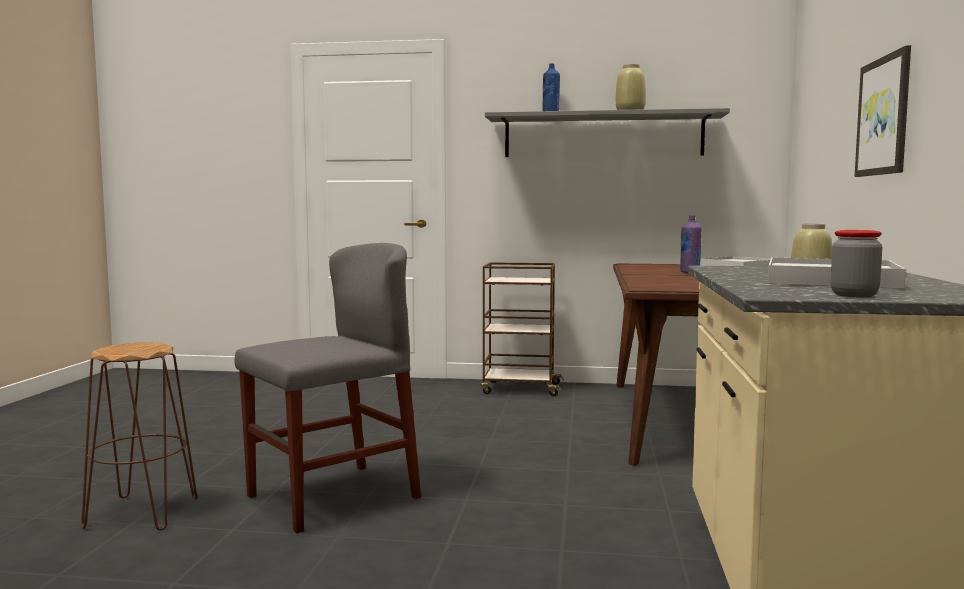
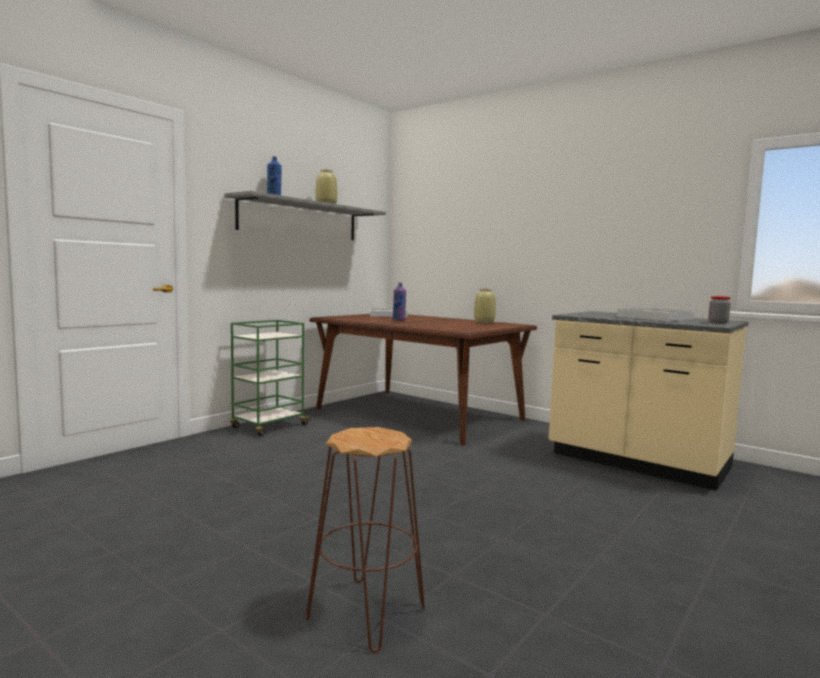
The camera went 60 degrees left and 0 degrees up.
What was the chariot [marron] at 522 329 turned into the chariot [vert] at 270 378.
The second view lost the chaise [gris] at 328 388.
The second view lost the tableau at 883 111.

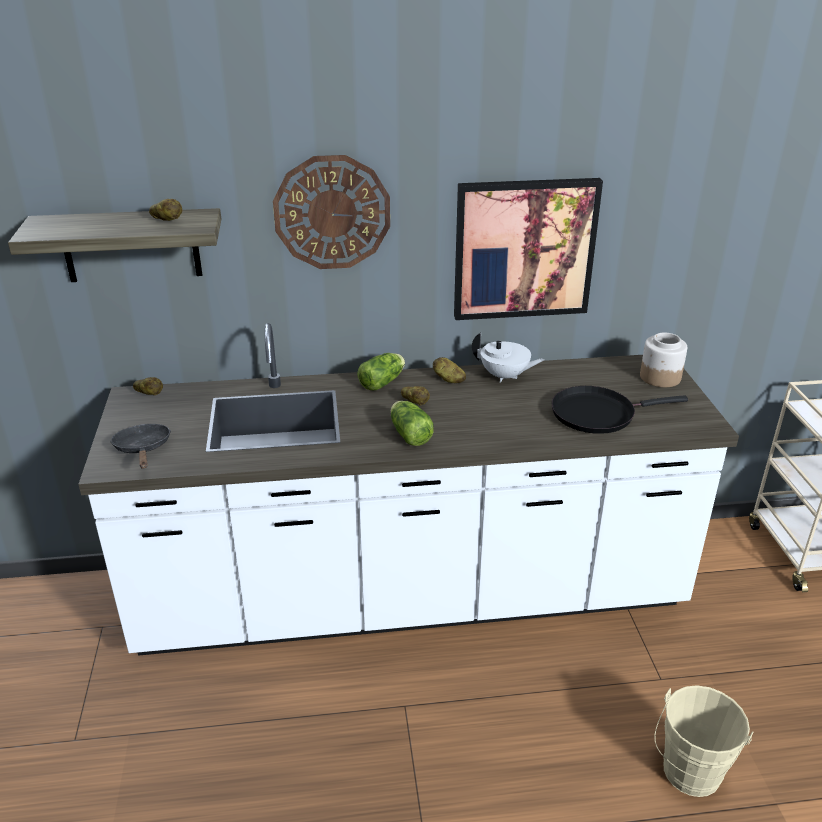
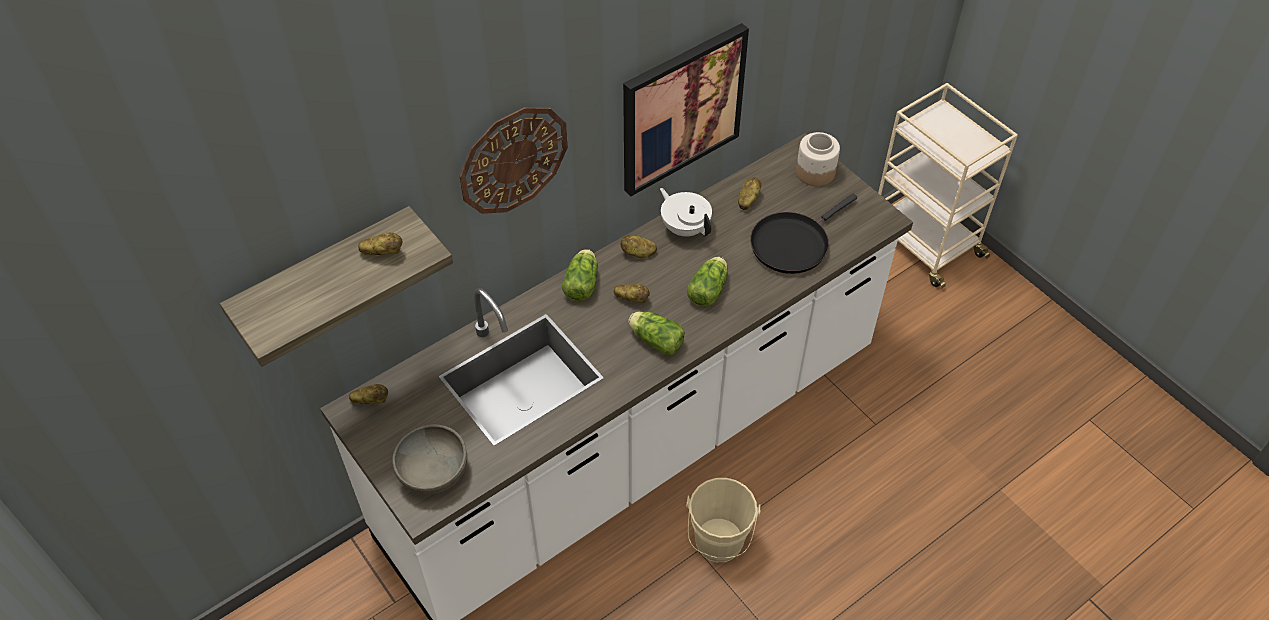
The camera went 30 degrees left and 20 degrees up.
Where the poêle [noir] stood at 140 446, the bol [gris] came to stand at 429 459.
The théière [blanc] at 508 358 ended up facing another way, 120 degrees counterclockwise from before.
The seau [beige] ended up elsewhere, having gone from 704 741 to 723 520.
The second view gained the laitue at 707 282.
The second view gained the pomme de terre at 750 193.

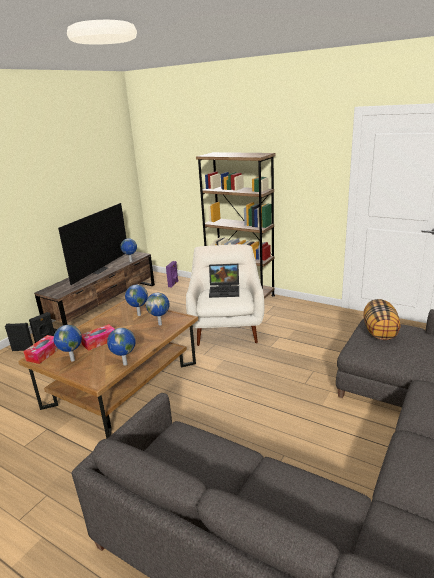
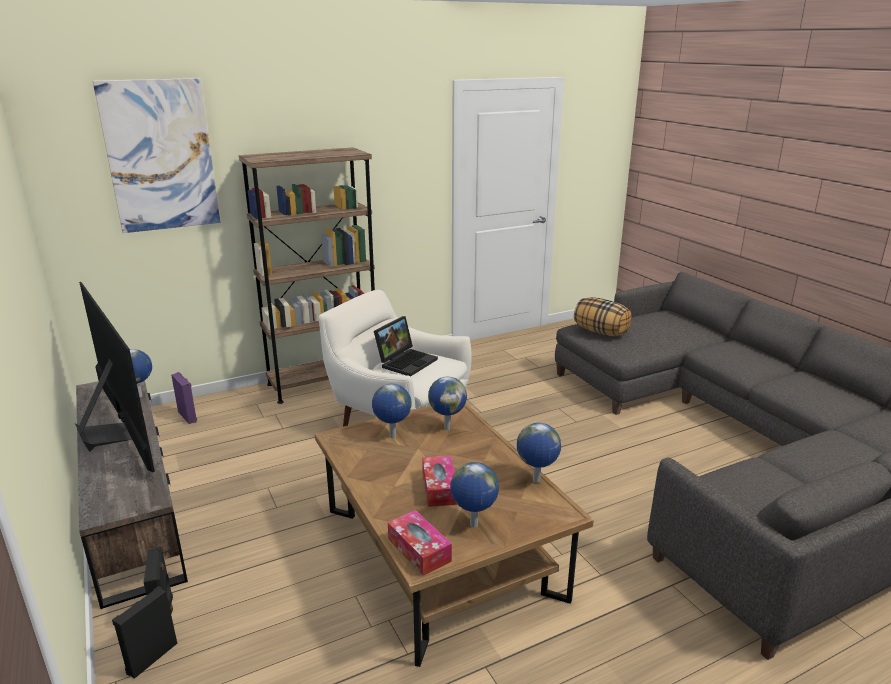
The camera went 60 degrees left and 0 degrees up.
The second view gained the tableau at 156 155.

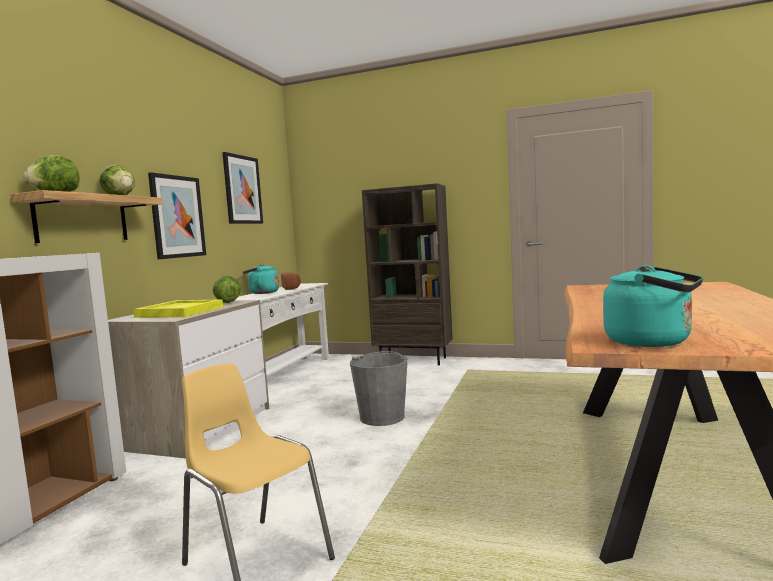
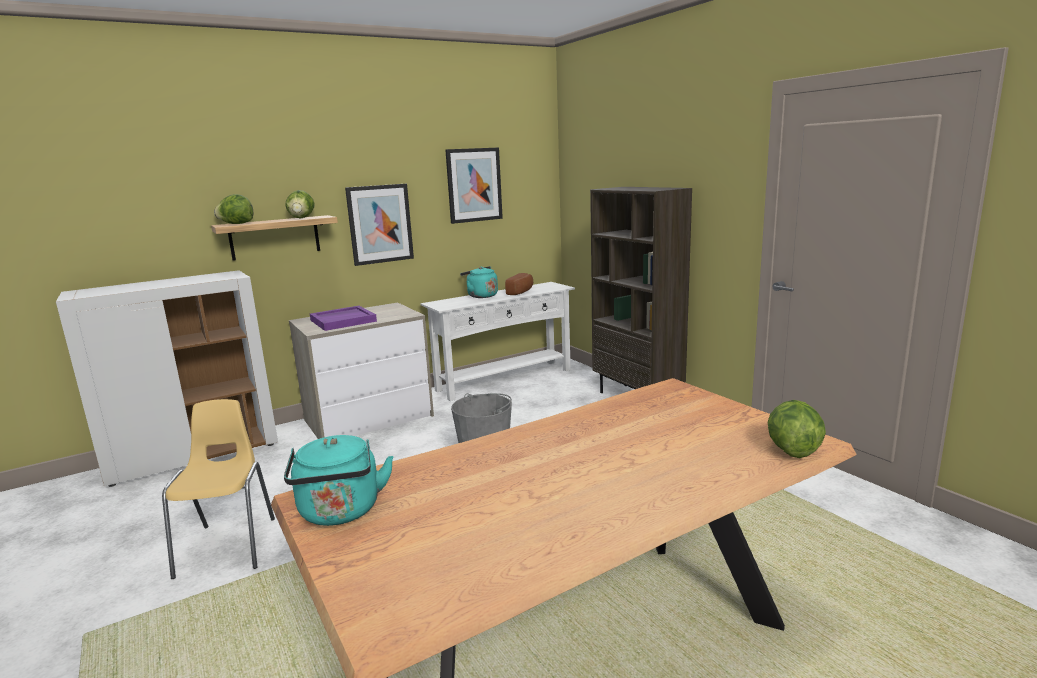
The camera went 40 degrees right and 10 degrees up.
What was the plateau [jaune] at 178 308 turned into the plateau [violet] at 343 318.
The laitue ended up elsewhere, having gone from 227 289 to 797 429.

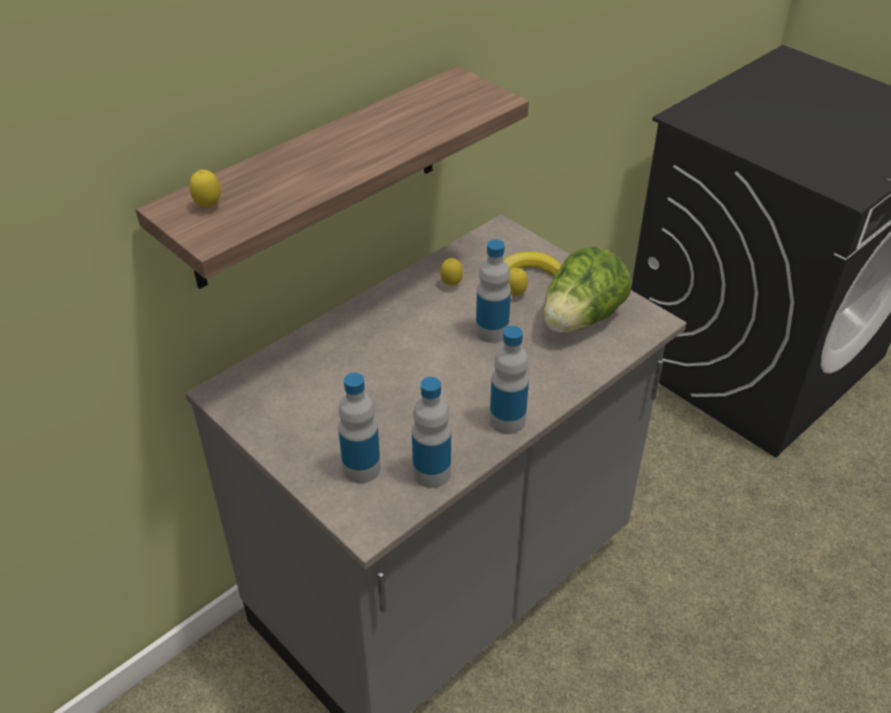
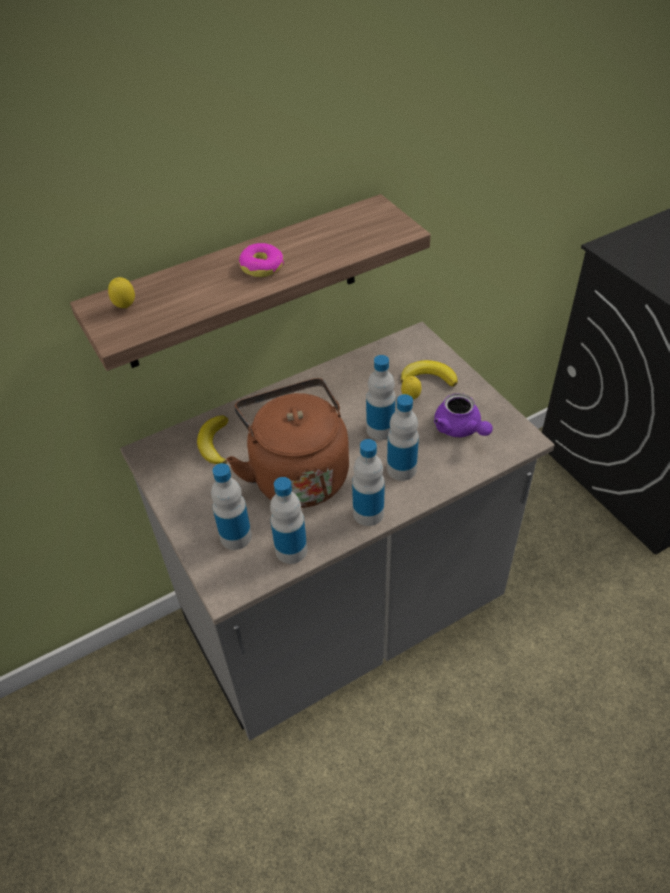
The camera went 15 degrees right and 5 degrees up.
The second view gained the banane at 212 439.
The second view gained the bouilloire [marron] at 287 443.
The second view gained the beignet at 261 260.
The second view gained the bouteille at 403 437.
Where the laitue stood at 587 290, the théière [violet] came to stand at 463 415.
The second view lost the citron at 451 272.

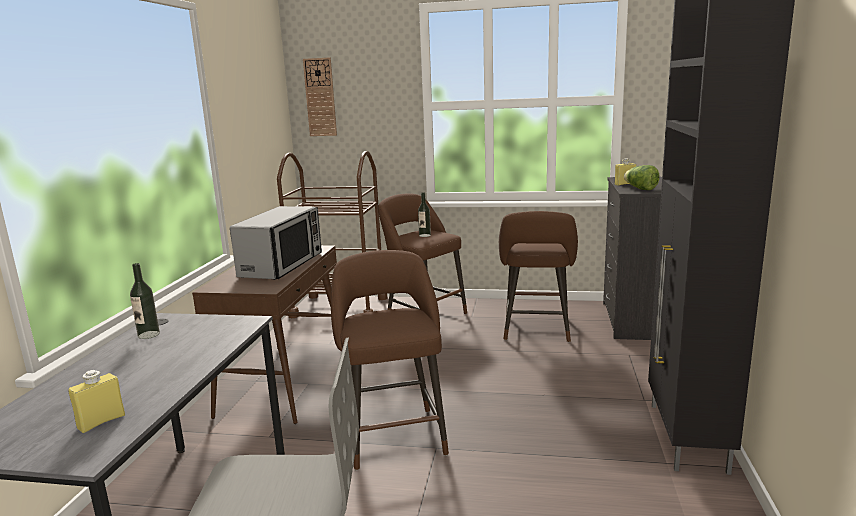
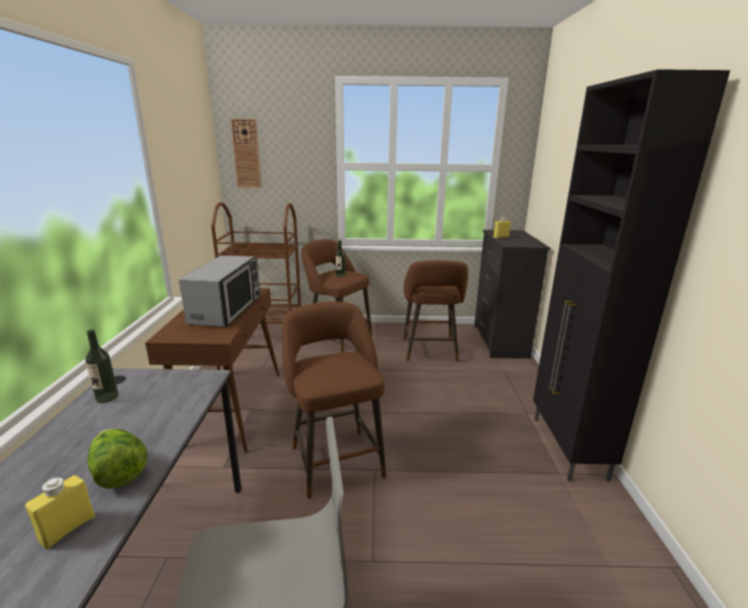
The camera went 10 degrees left and 5 degrees up.
The laitue ended up elsewhere, having gone from 642 177 to 117 459.

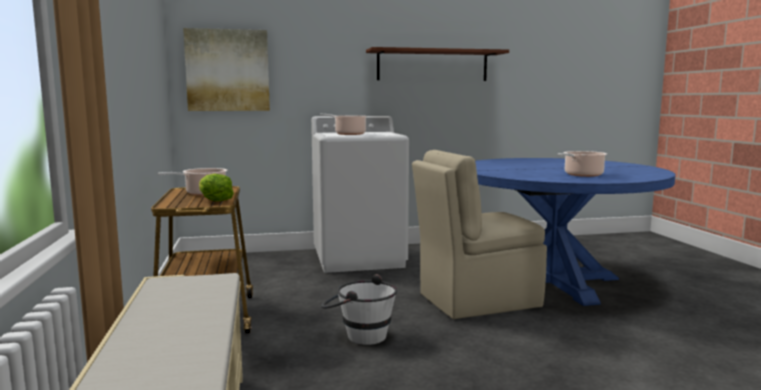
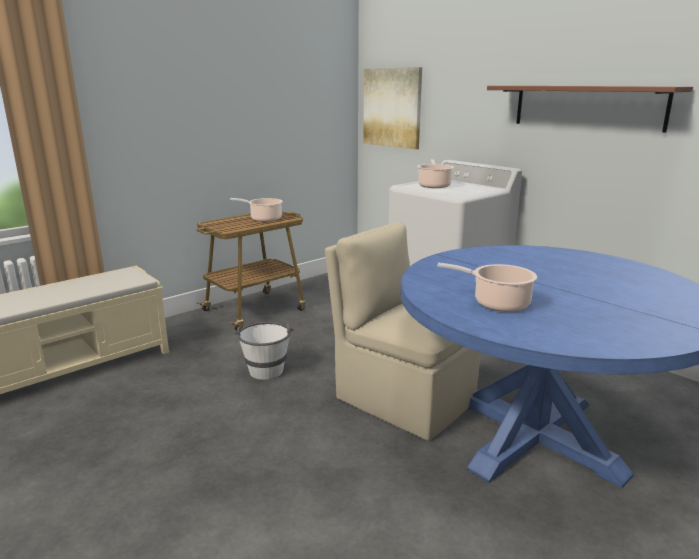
The camera went 60 degrees right and 10 degrees up.
The second view lost the laitue at 216 187.

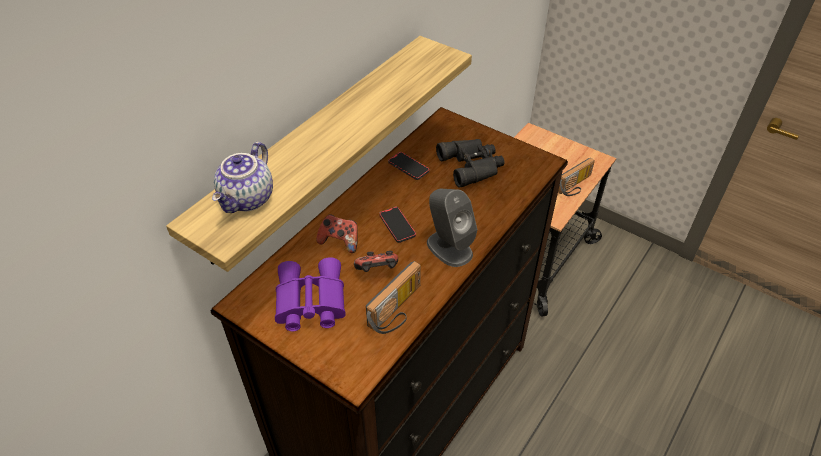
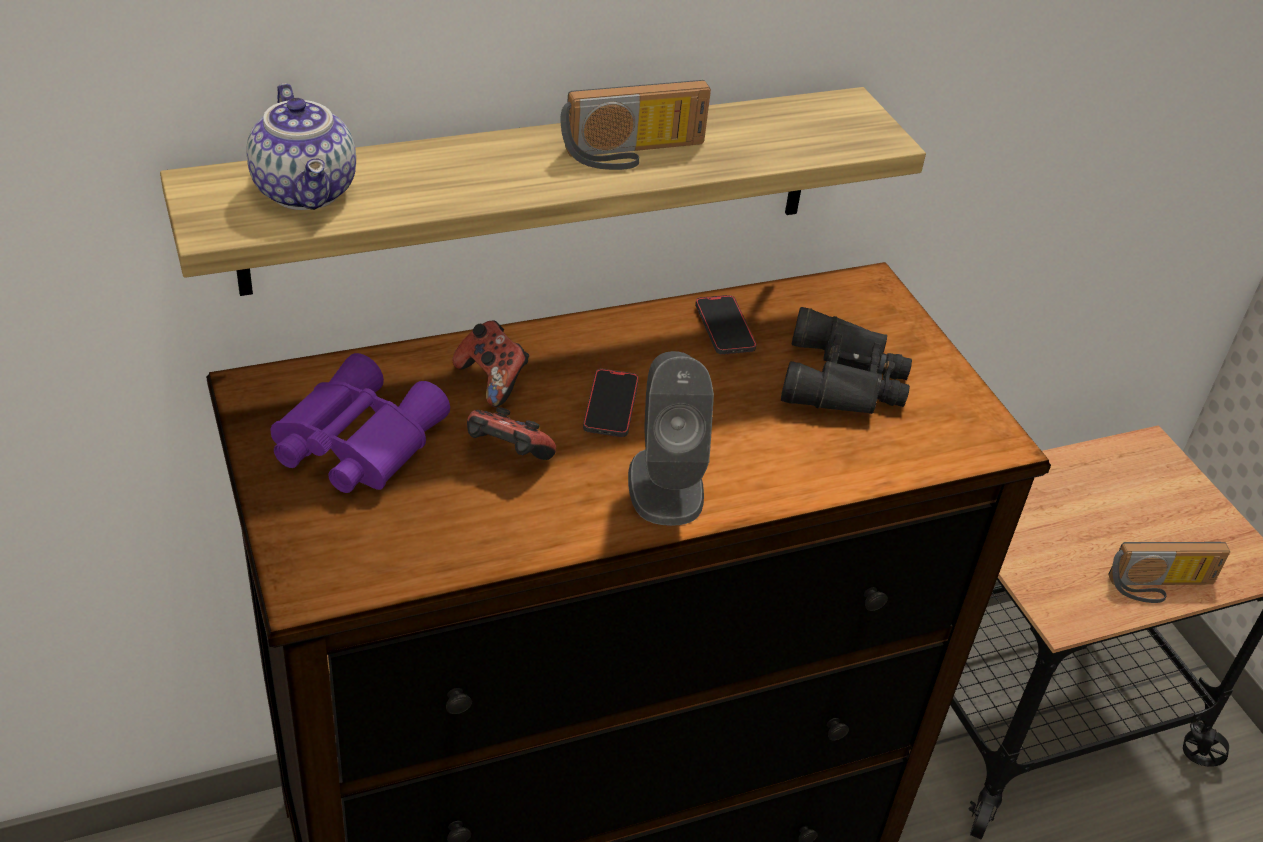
The camera went 30 degrees right and 5 degrees down.
The théière at 242 177 ended up facing another way, 75 degrees counterclockwise from before.
The radio ended up elsewhere, having gone from 393 297 to 635 125.

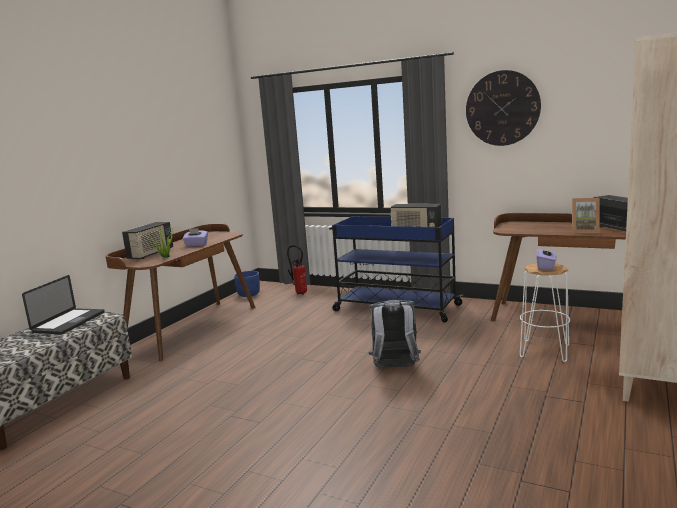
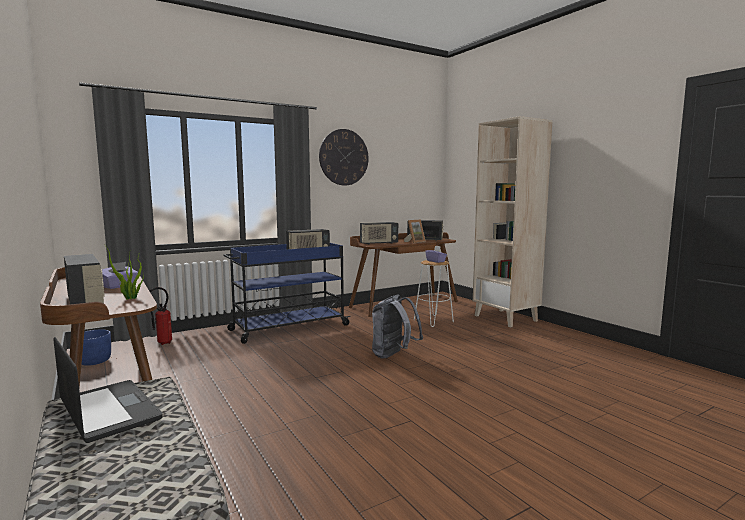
The camera went 60 degrees left and 5 degrees down.
The second view gained the radio at 379 233.

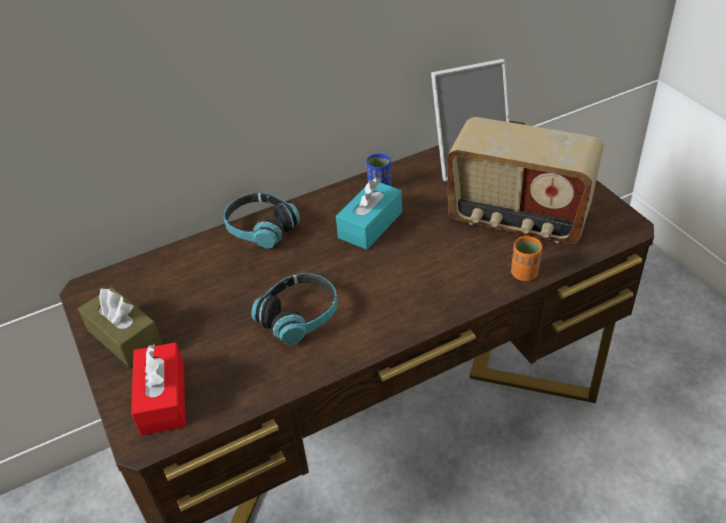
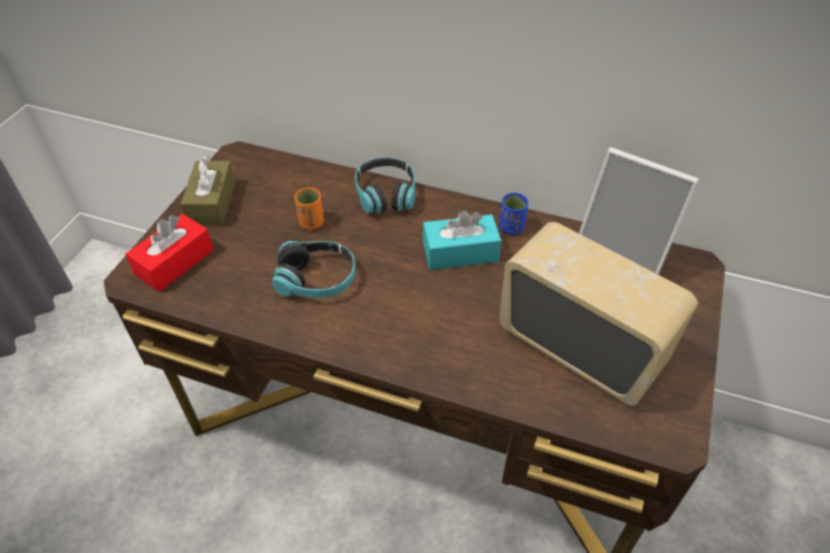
The camera went 45 degrees right and 5 degrees up.
The tasse [orange] ended up elsewhere, having gone from 526 258 to 309 208.
The radio at 525 180 ended up facing another way, 150 degrees clockwise from before.

